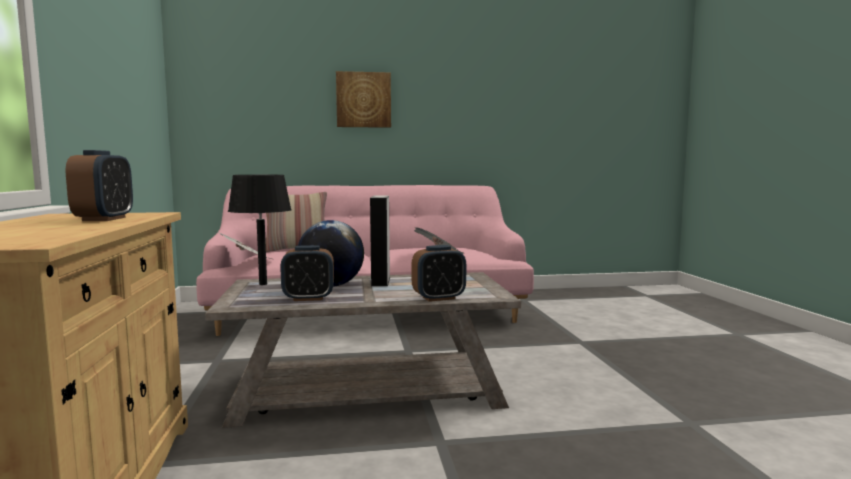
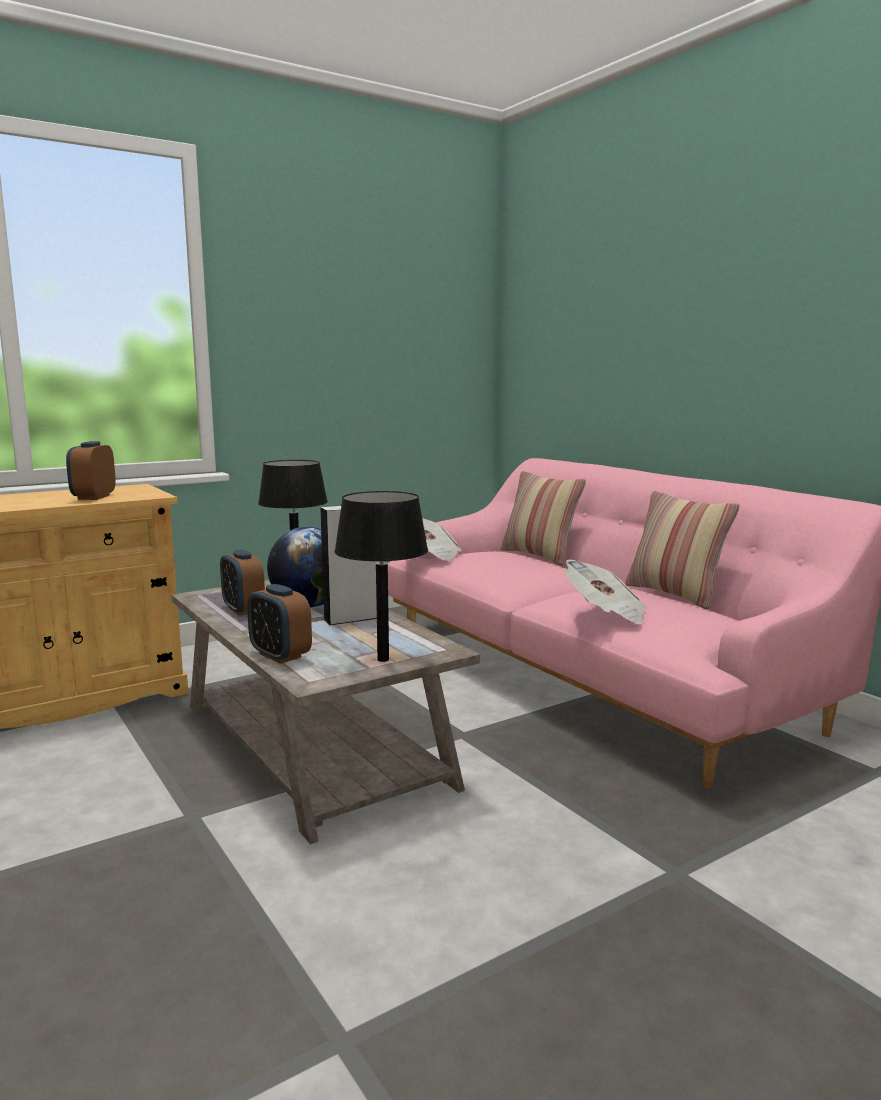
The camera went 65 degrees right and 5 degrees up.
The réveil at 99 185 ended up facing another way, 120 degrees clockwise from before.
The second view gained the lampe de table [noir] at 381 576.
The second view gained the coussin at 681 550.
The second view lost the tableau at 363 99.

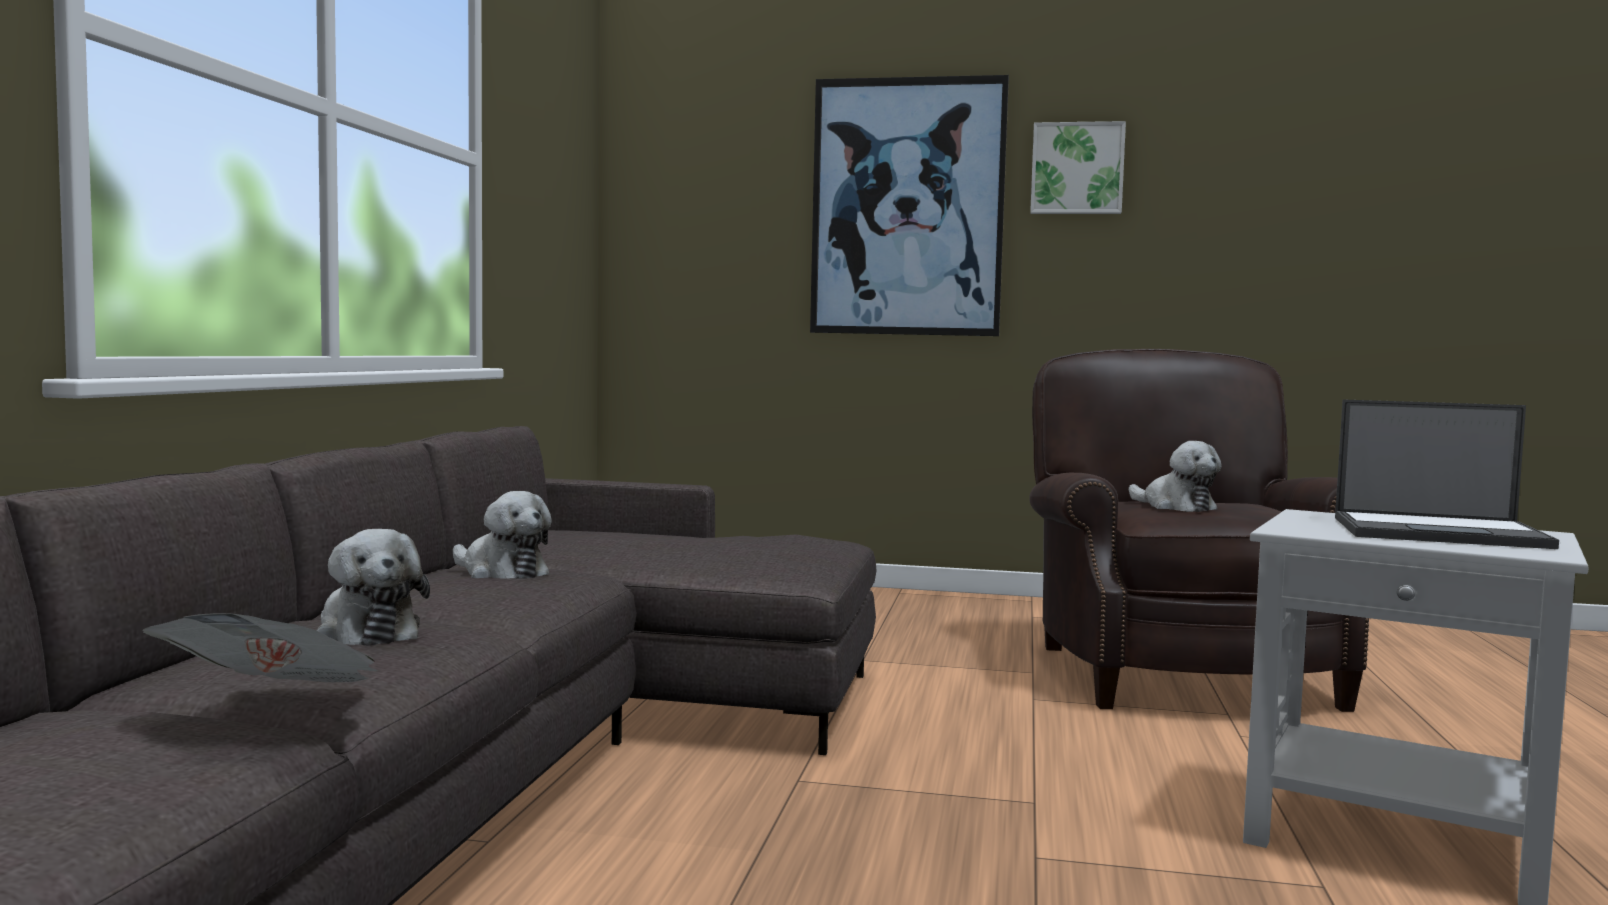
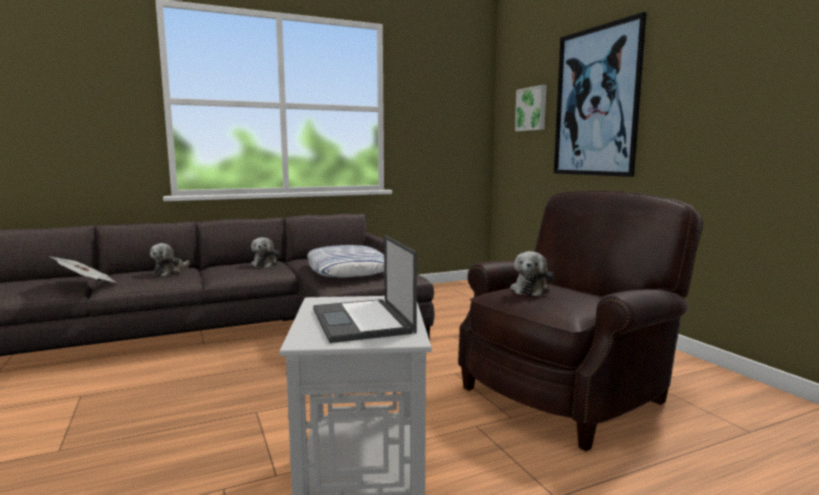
The camera went 55 degrees right and 5 degrees up.
The second view gained the coussin at 346 261.
The tableau ended up elsewhere, having gone from 1078 167 to 531 108.

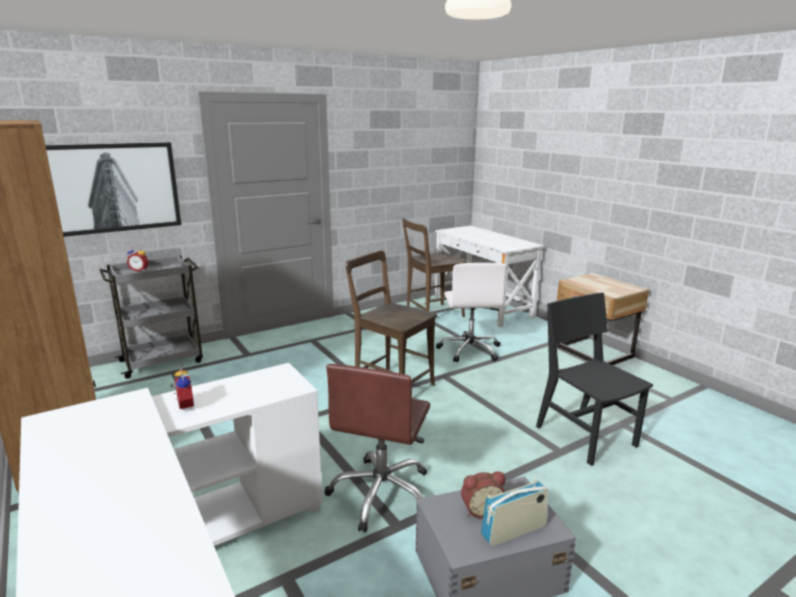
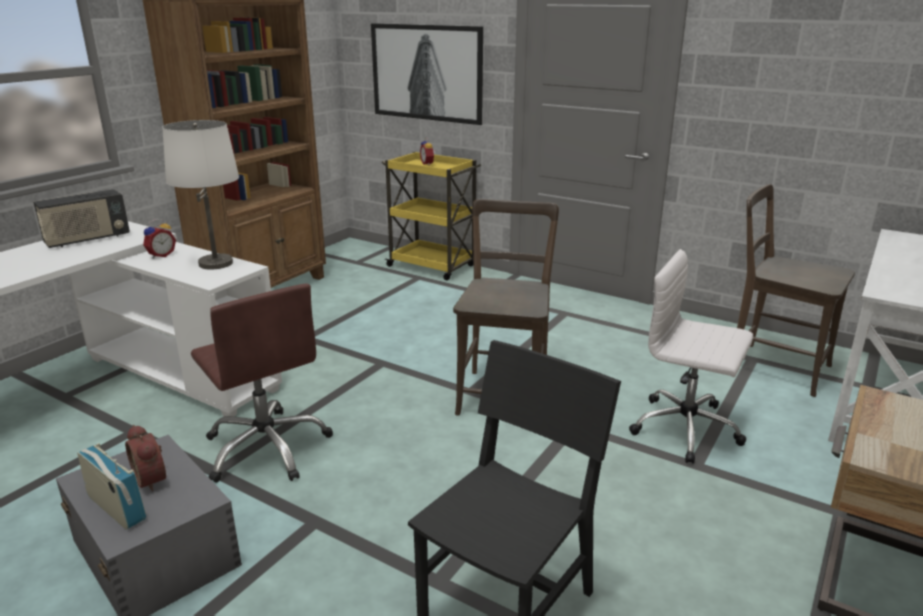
The camera went 65 degrees right and 5 degrees up.
The second view gained the radio at 81 218.
The second view gained the lampe de table [blanc] at 200 195.
The chaise de bureau [marron] at 377 448 ended up facing another way, 120 degrees counterclockwise from before.
What was the chariot [gris] at 151 317 turned into the chariot [jaune] at 431 216.
The chaise de bureau [blanc] at 471 313 ended up facing another way, 60 degrees clockwise from before.

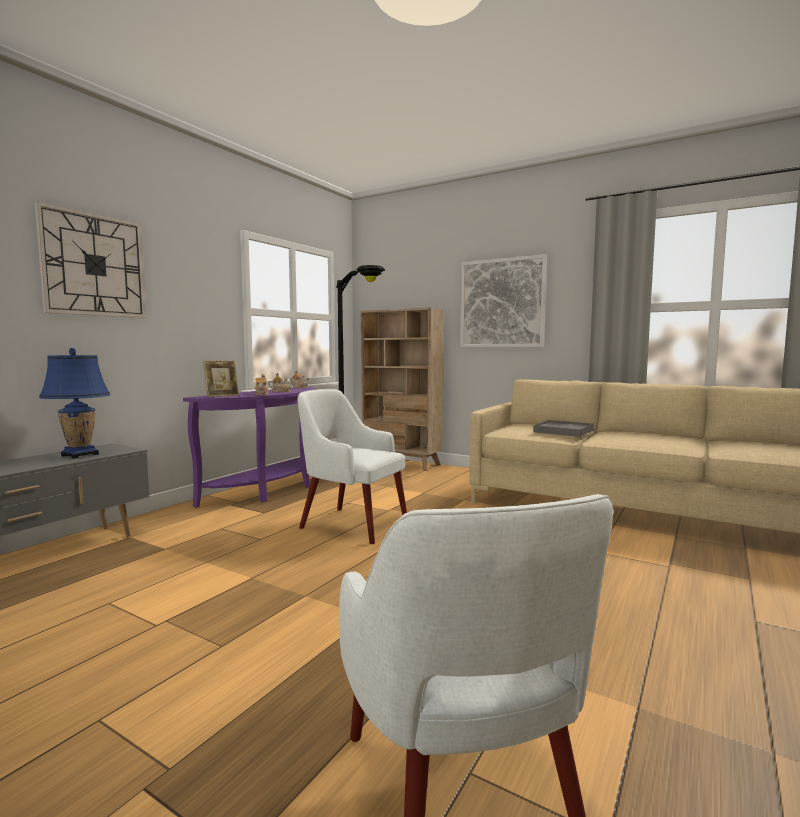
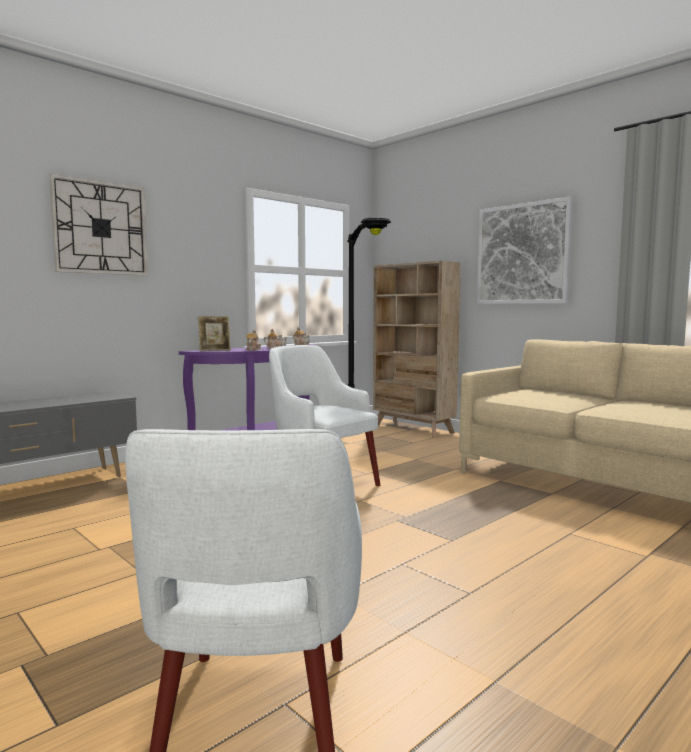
The camera went 15 degrees right and 0 degrees up.
The second view lost the lampe de table [bleu] at 75 403.
The second view lost the plateau [gris] at 563 428.

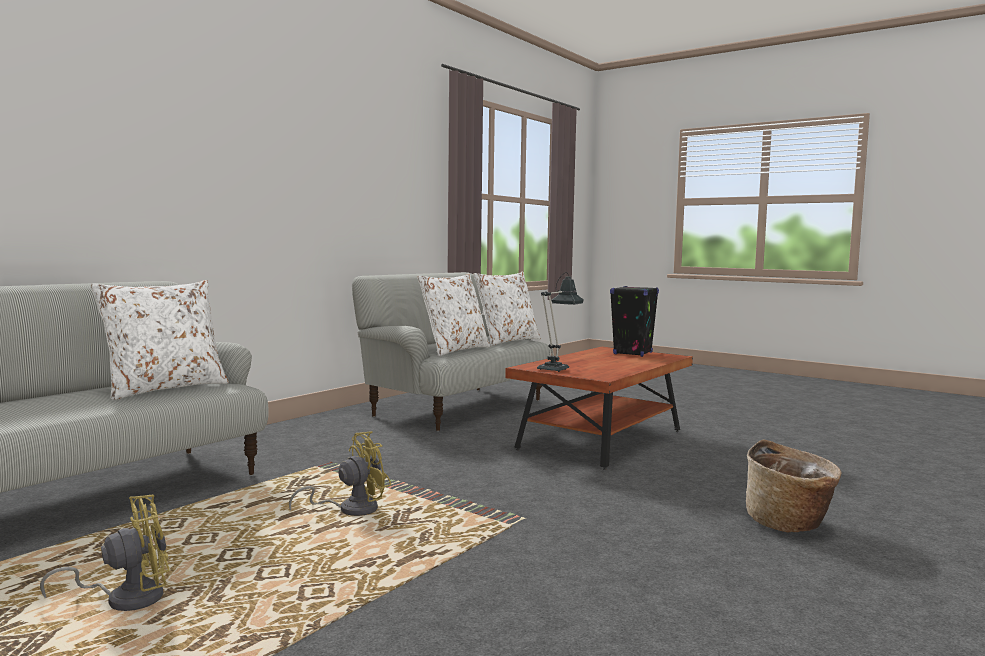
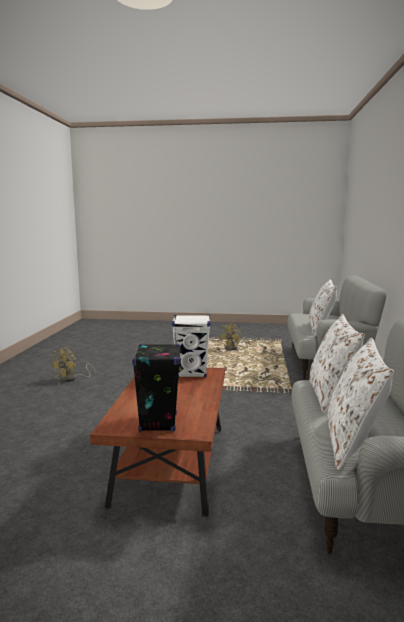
The camera went 150 degrees right and 5 degrees up.
The ventilateur [jaune] ended up elsewhere, having gone from 340 473 to 73 364.
Where the lampe de table stood at 560 322, the enceinte [blanc] came to stand at 191 346.
The second view lost the panier at 793 485.

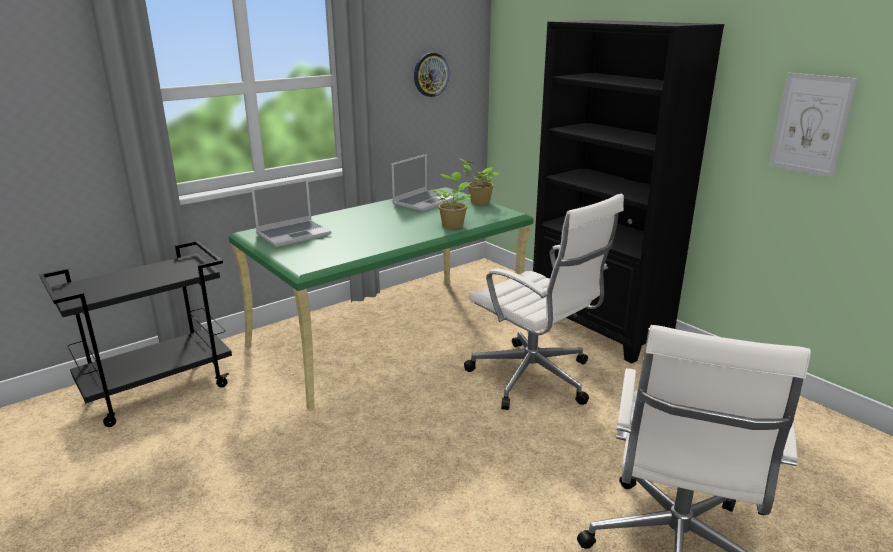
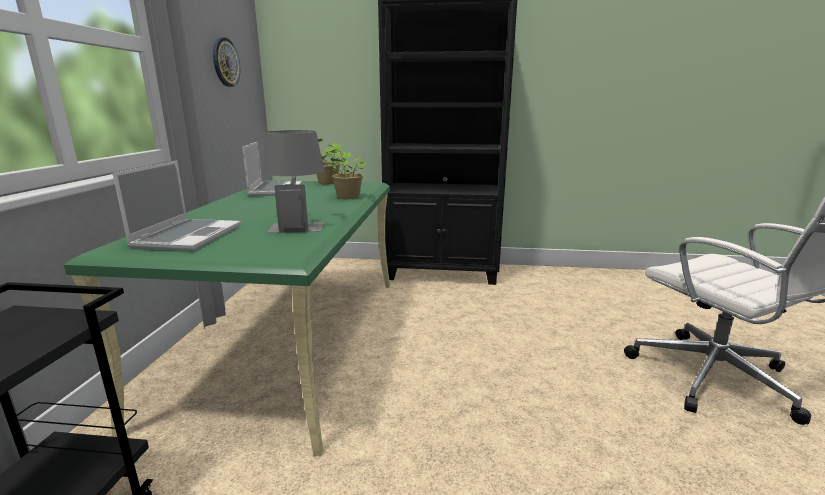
The camera went 45 degrees left and 5 degrees down.
The second view gained the lampe de table [gris] at 293 181.
The second view lost the chaise de bureau [blanc] at 544 302.
The second view lost the tableau at 813 125.

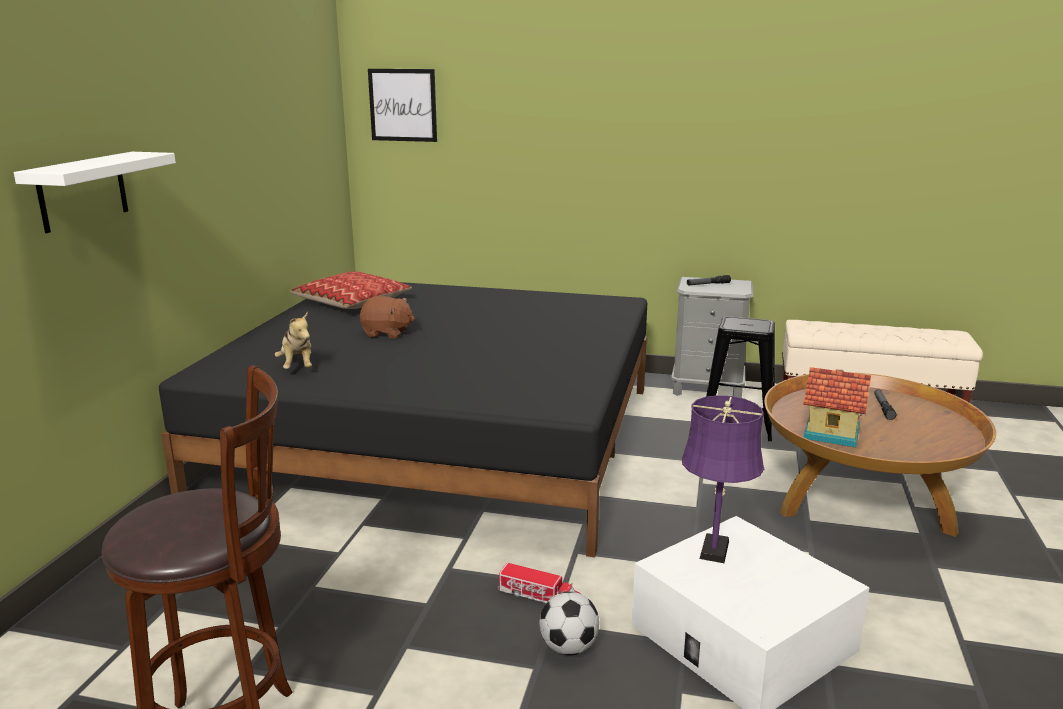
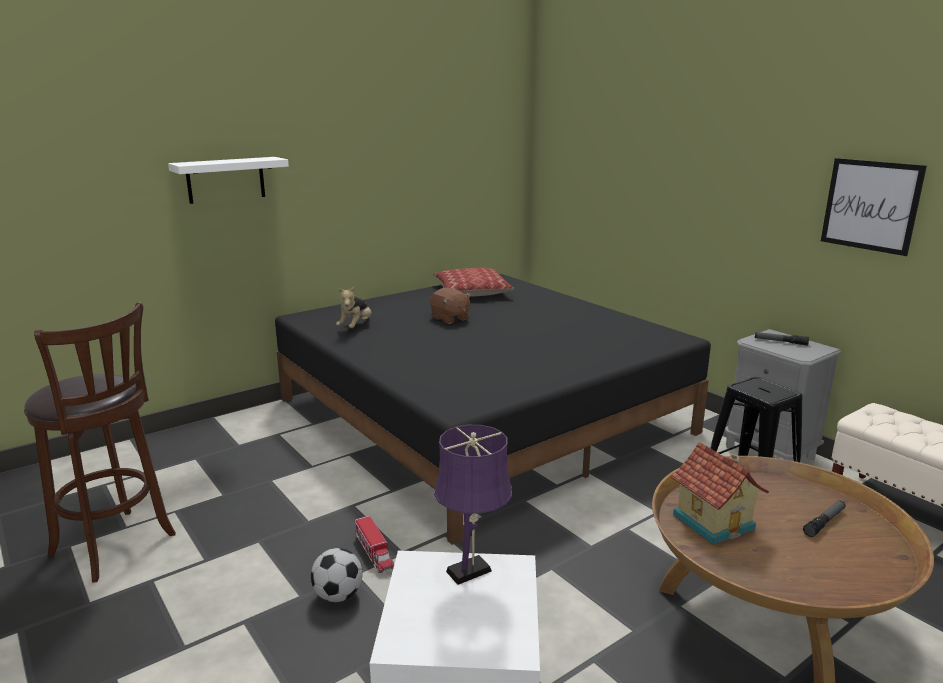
The camera went 40 degrees right and 0 degrees up.
The tableau ended up elsewhere, having gone from 402 105 to 874 207.

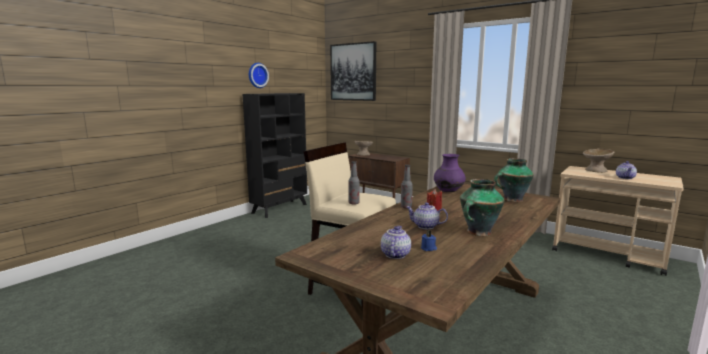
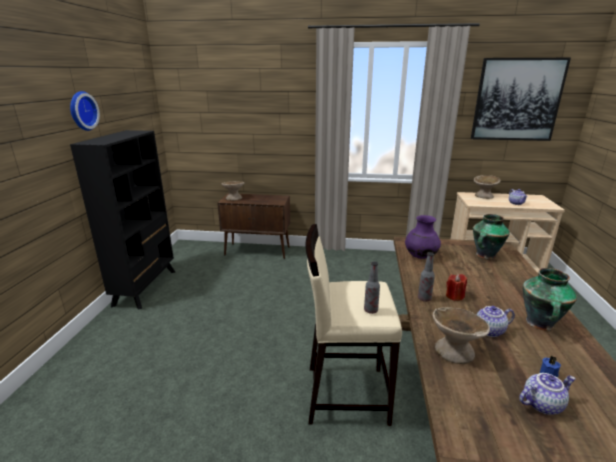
The camera went 30 degrees left and 10 degrees up.
The second view gained the bol [beige] at 461 335.
The tableau ended up elsewhere, having gone from 353 71 to 521 99.
The théière at 396 242 ended up facing another way, 90 degrees clockwise from before.

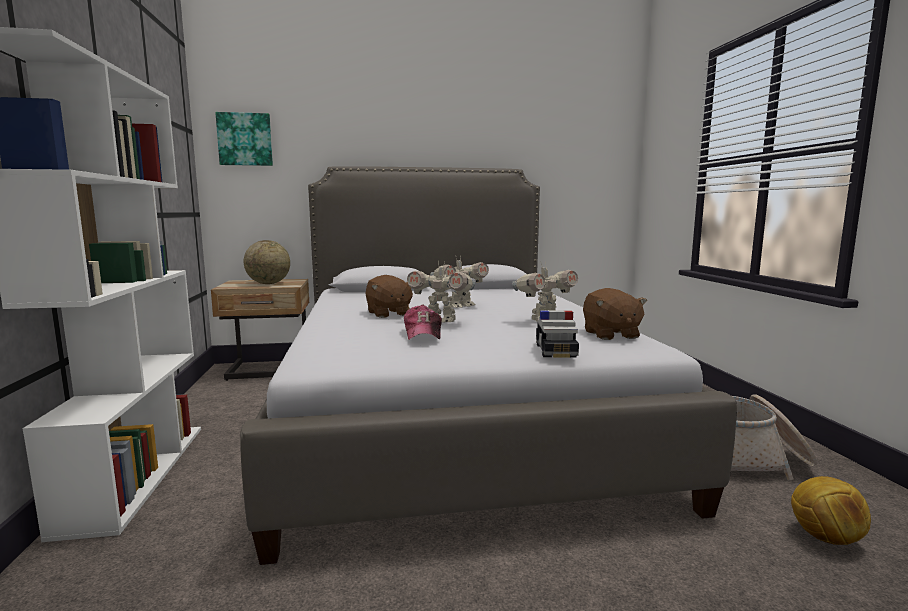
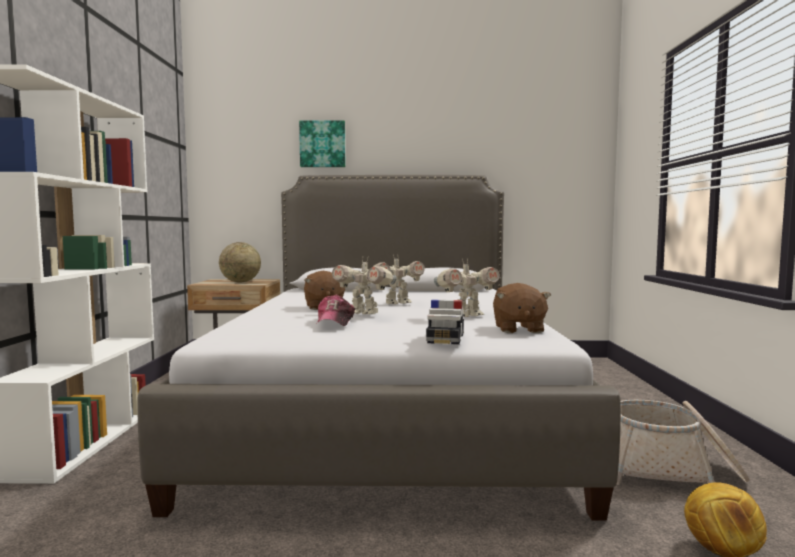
The camera went 10 degrees right and 5 degrees down.
The tableau ended up elsewhere, having gone from 244 139 to 322 143.

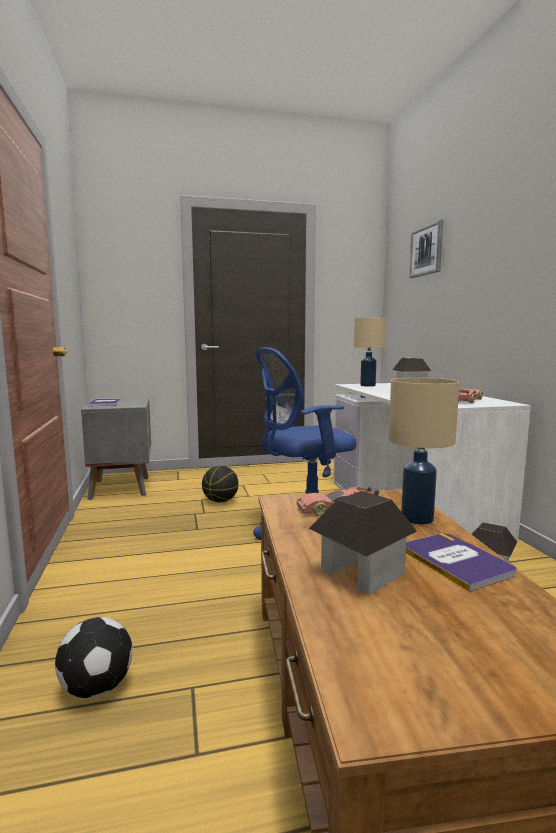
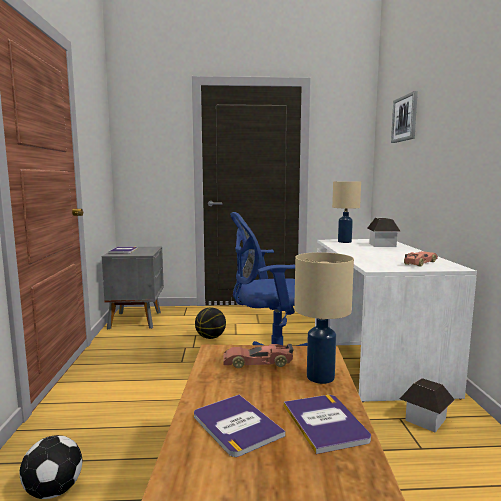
The camera went 10 degrees right and 0 degrees up.
Where the maison miniature stood at 362 543, the livre came to stand at 240 426.

